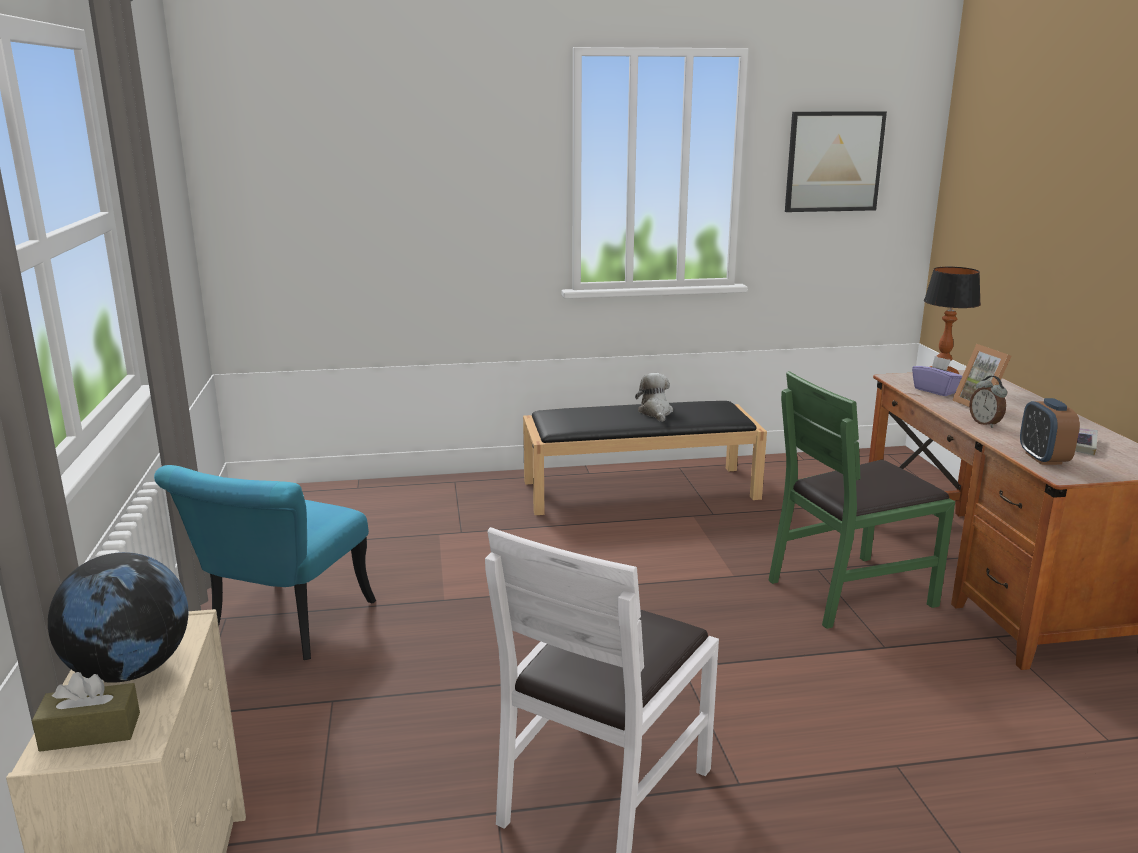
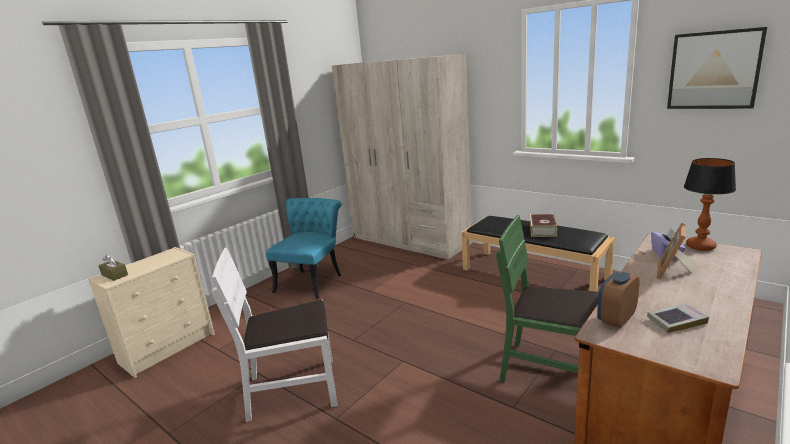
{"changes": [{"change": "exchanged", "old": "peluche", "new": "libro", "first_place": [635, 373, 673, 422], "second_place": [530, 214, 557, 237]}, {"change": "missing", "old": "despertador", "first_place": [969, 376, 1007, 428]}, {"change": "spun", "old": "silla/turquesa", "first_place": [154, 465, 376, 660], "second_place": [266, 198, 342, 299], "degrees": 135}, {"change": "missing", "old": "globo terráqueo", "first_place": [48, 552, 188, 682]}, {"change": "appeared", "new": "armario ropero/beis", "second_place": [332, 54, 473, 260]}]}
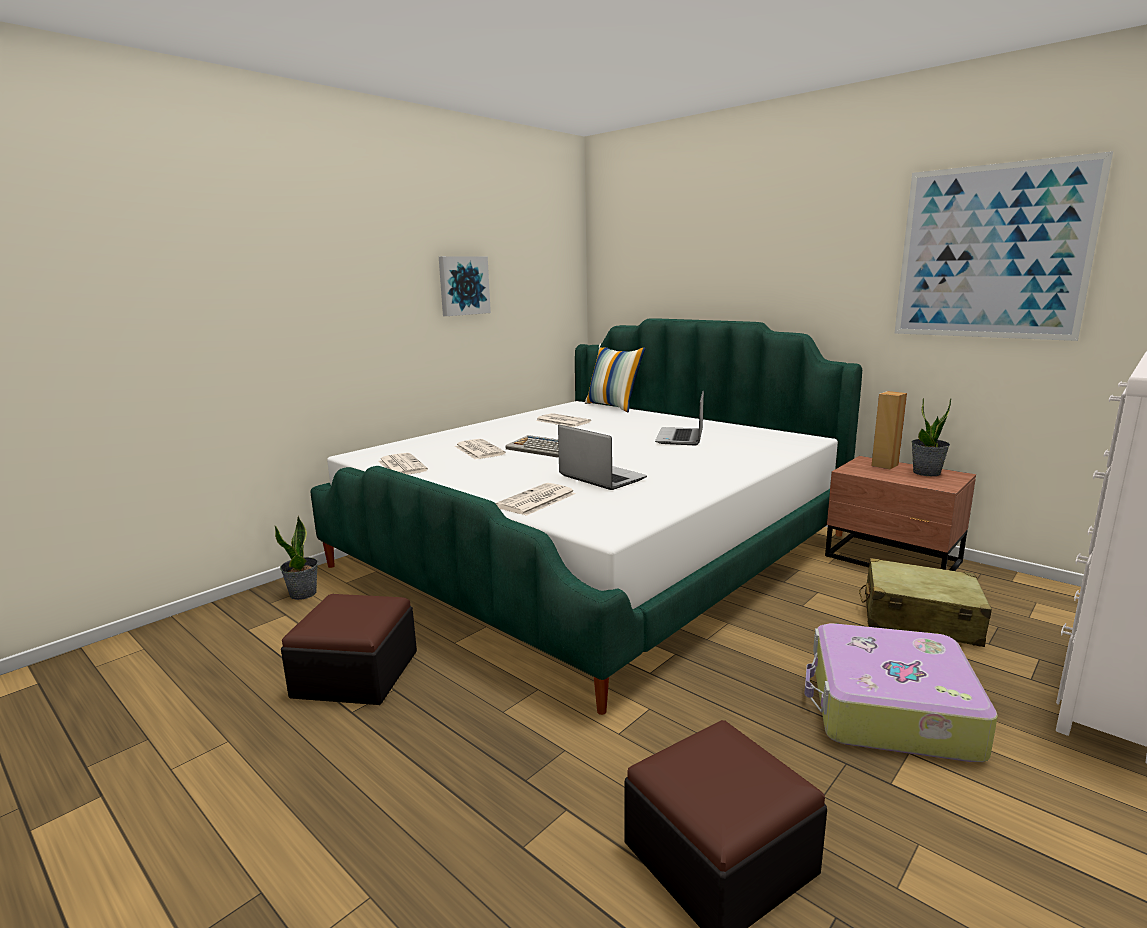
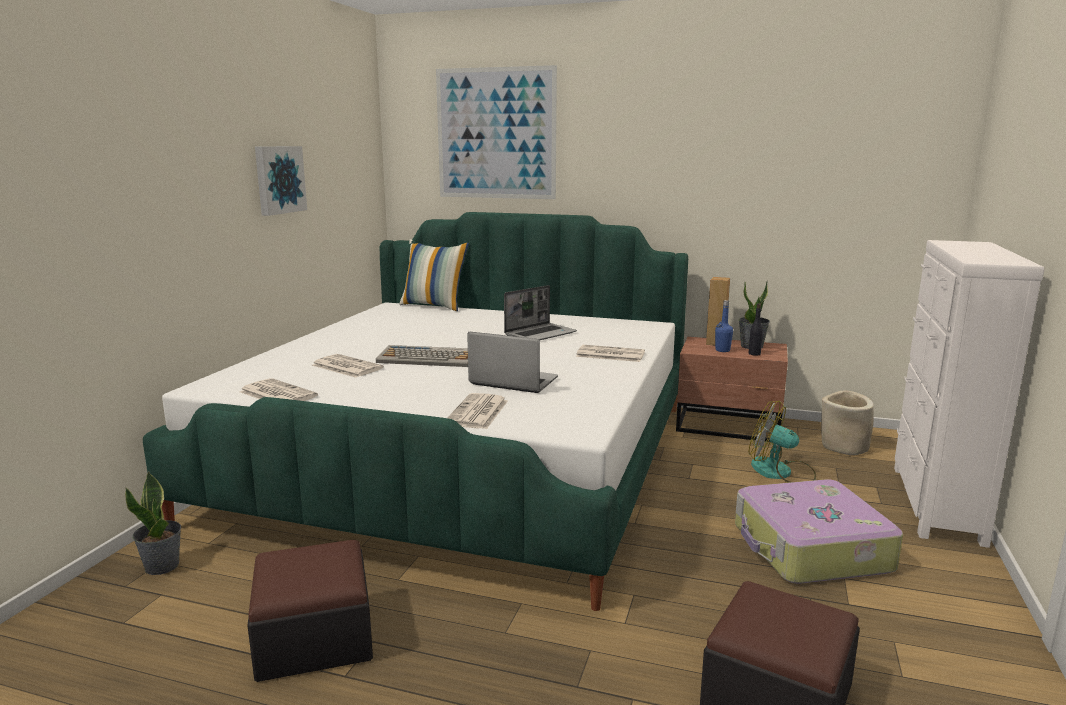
{"changes": [{"change": "relocated", "old": "cuadro", "first_place": [895, 151, 1113, 341], "second_place": [436, 65, 557, 199]}, {"change": "spun", "old": "portátil", "first_place": [655, 391, 704, 446], "second_place": [504, 285, 577, 341], "degrees": -120}, {"change": "relocated", "old": "periódico", "first_place": [536, 413, 591, 427], "second_place": [576, 345, 645, 362]}, {"change": "exchanged", "old": "maleta/beis", "new": "ventilador", "first_place": [859, 558, 992, 647], "second_place": [749, 401, 816, 483]}, {"change": "appeared", "new": "botella/azul", "second_place": [715, 300, 733, 352]}, {"change": "appeared", "new": "botella/negro", "second_place": [749, 303, 763, 356]}, {"change": "appeared", "new": "maceta/beis", "second_place": [821, 390, 874, 455]}]}
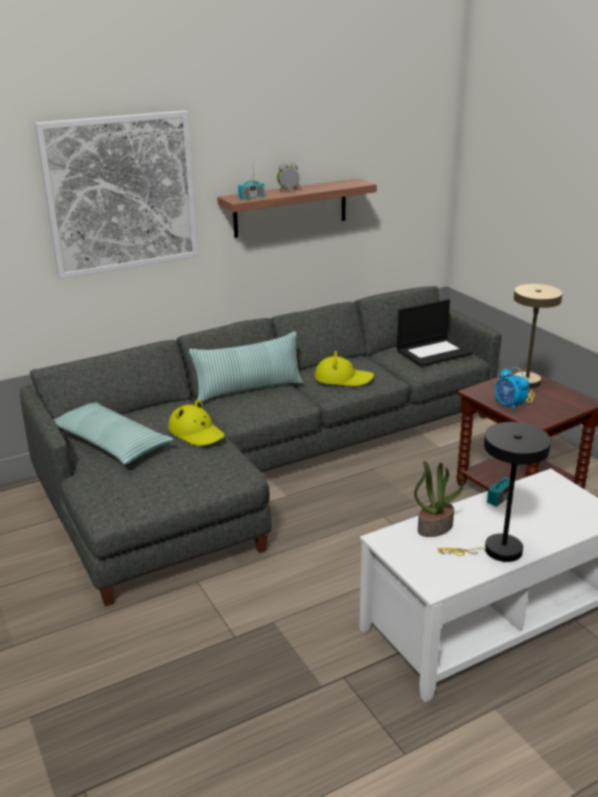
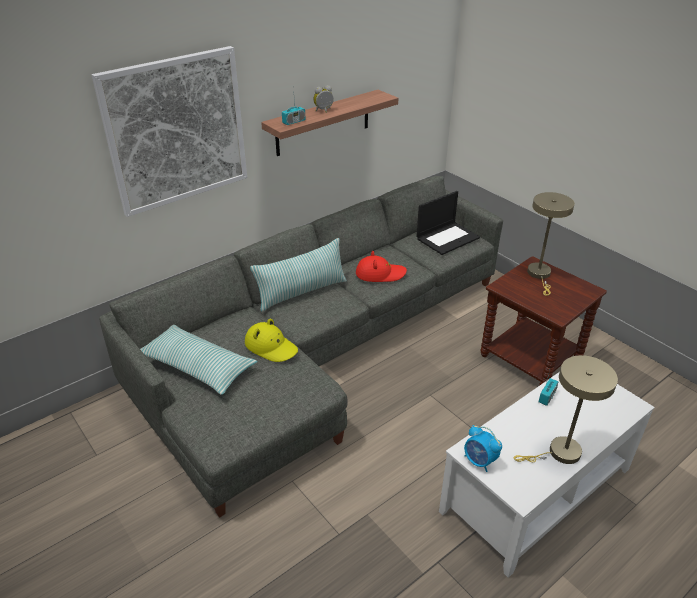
{"changes": [{"change": "colour", "old": "sombrero/amarillo", "new": "sombrero/rojo", "first_place": [314, 351, 374, 386], "second_place": [356, 251, 407, 282]}, {"change": "relocated", "old": "despertador", "first_place": [495, 367, 529, 412], "second_place": [464, 425, 502, 472]}, {"change": "colour", "old": "lámpara de mesa/negro", "new": "lámpara de mesa/beis", "first_place": [437, 422, 551, 562], "second_place": [513, 355, 618, 464]}, {"change": "missing", "old": "planta en maceta", "first_place": [414, 461, 464, 537]}]}
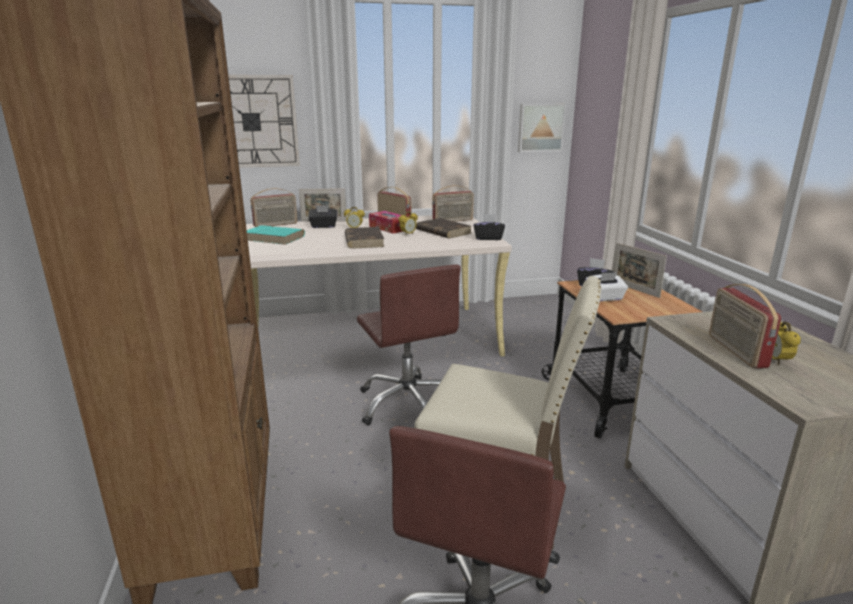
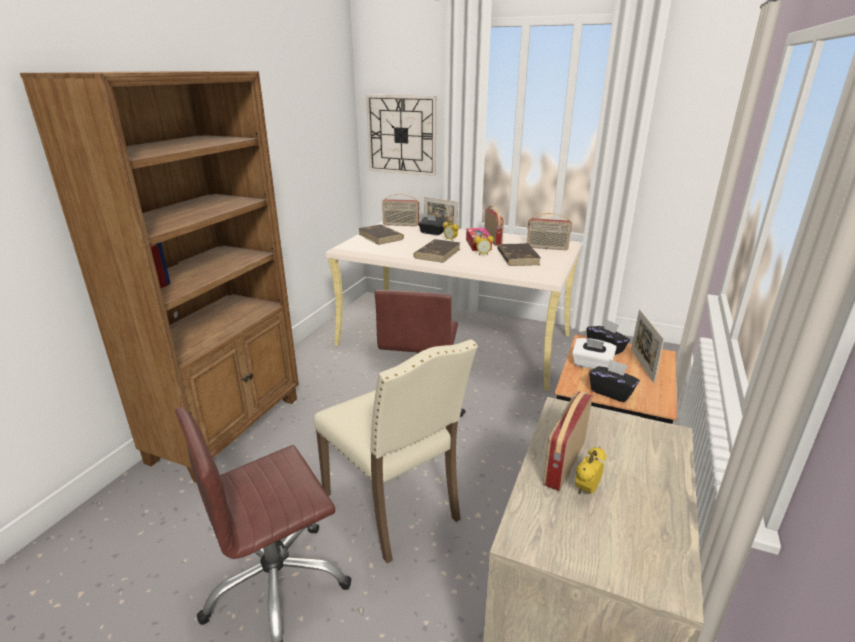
{"changes": [{"change": "missing", "old": "cuadro", "first_place": [518, 104, 566, 152]}, {"change": "relocated", "old": "caja de pañuelos/negro", "first_place": [474, 214, 505, 240], "second_place": [589, 359, 640, 402]}, {"change": "colour", "old": "libro/turquesa", "new": "libro/marrón", "first_place": [247, 225, 305, 245], "second_place": [358, 224, 404, 245]}]}
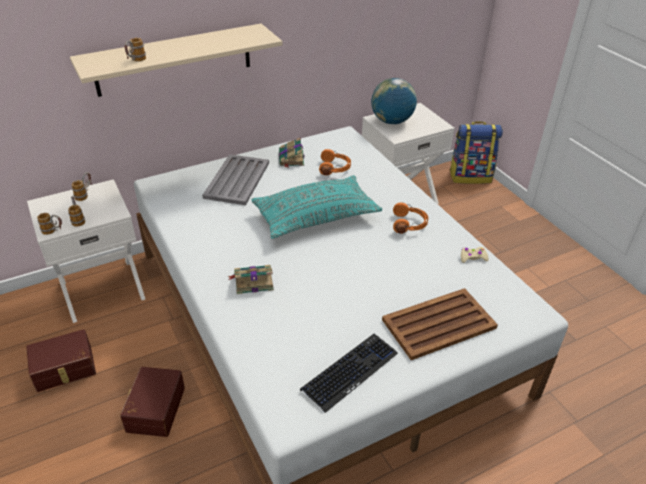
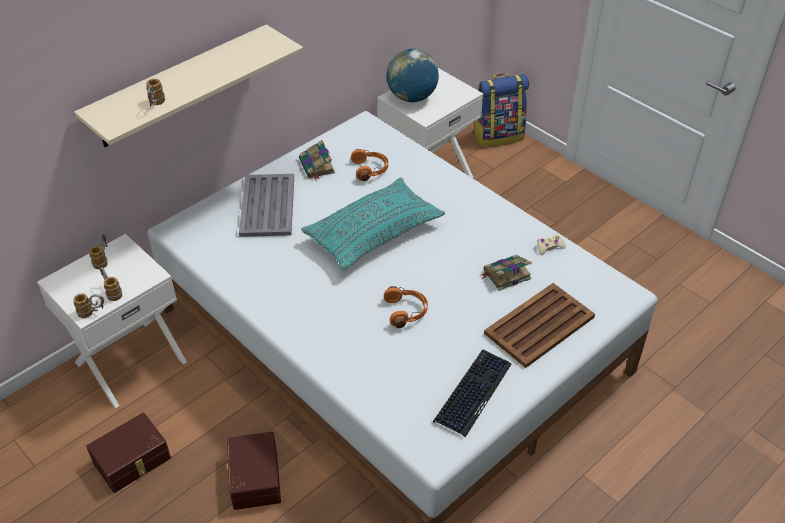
{"changes": [{"change": "relocated", "old": "auriculares/naranja", "first_place": [393, 203, 428, 234], "second_place": [384, 286, 428, 328]}, {"change": "relocated", "old": "libro", "first_place": [228, 265, 274, 294], "second_place": [481, 254, 532, 291]}]}
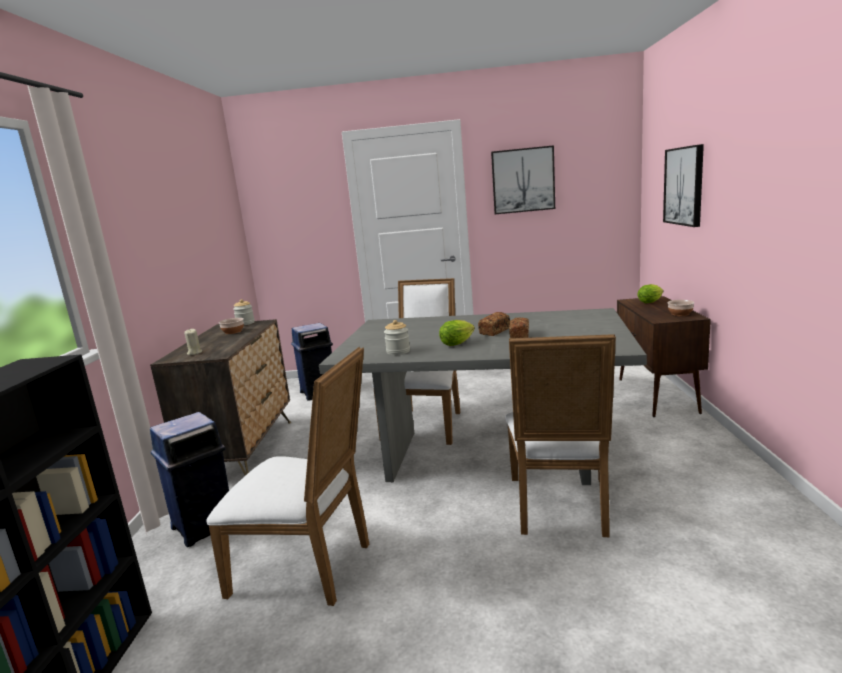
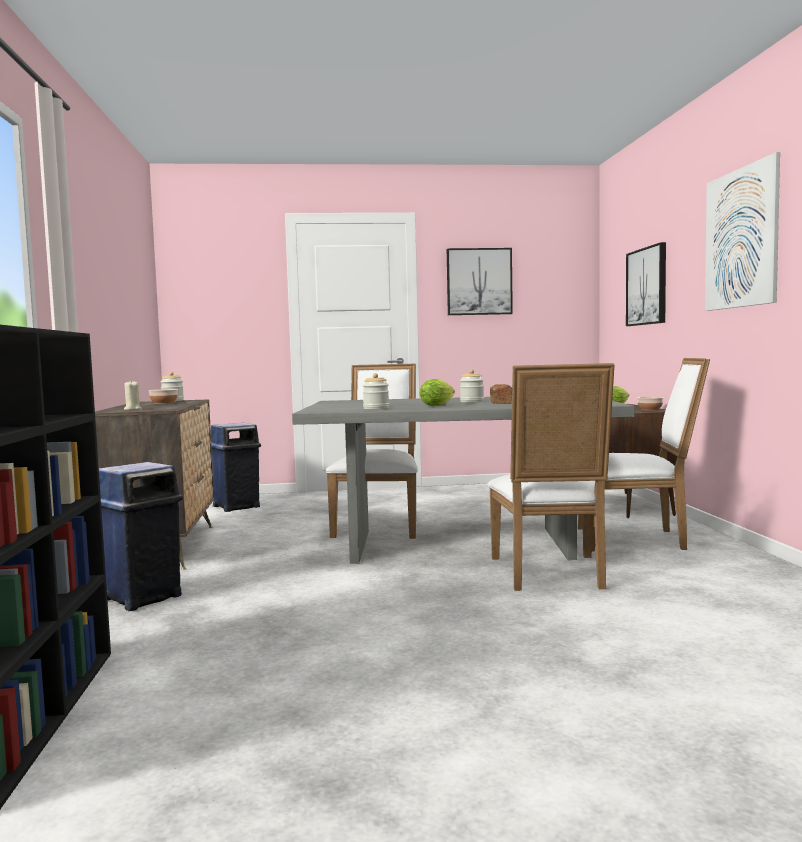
{"changes": [{"change": "exchanged", "old": "pan", "new": "tarro", "first_place": [478, 312, 510, 336], "second_place": [460, 369, 484, 403]}, {"change": "relocated", "old": "silla/blanco", "first_place": [207, 347, 369, 606], "second_place": [578, 358, 710, 552]}, {"change": "appeared", "new": "cuadro", "second_place": [705, 152, 780, 311]}]}
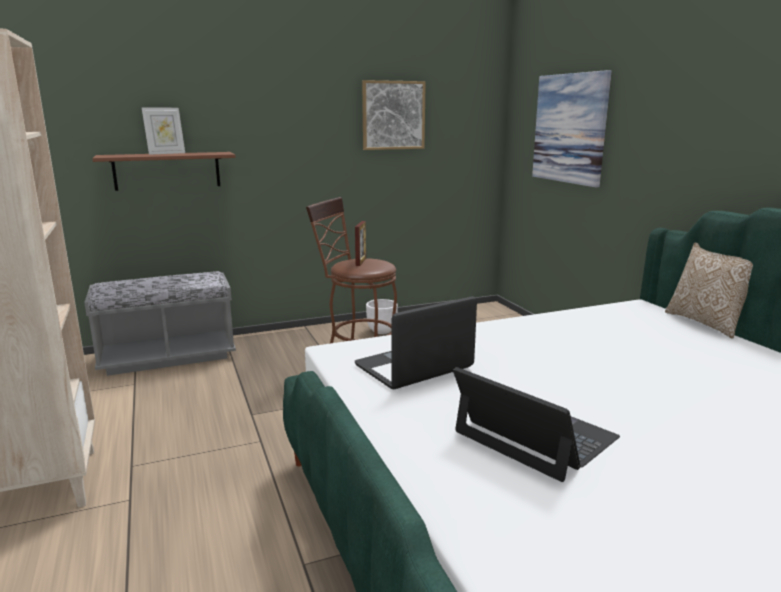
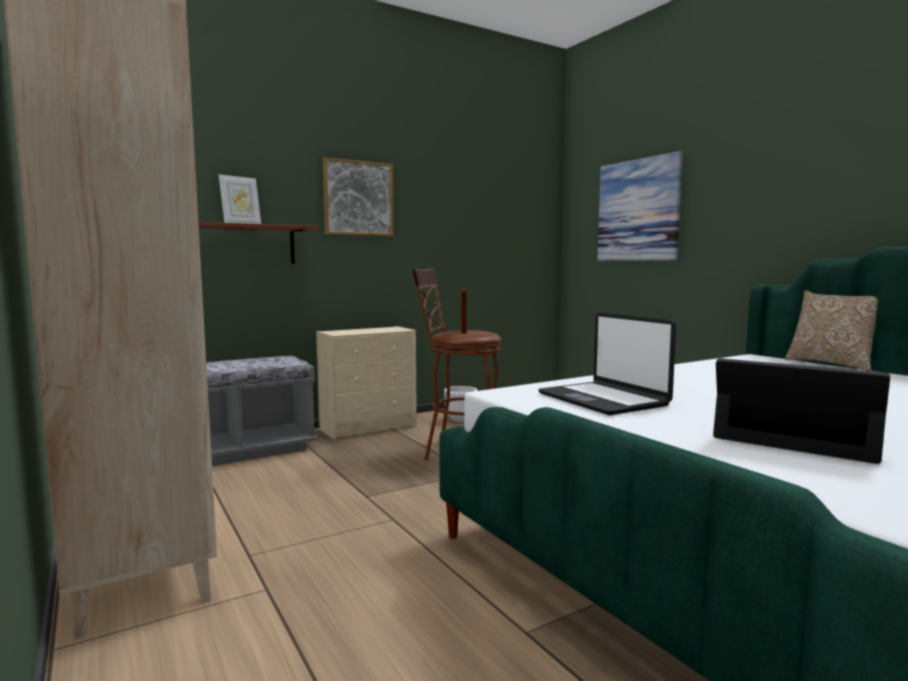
{"changes": [{"change": "relocated", "old": "cuadro", "first_place": [362, 80, 426, 150], "second_place": [323, 157, 394, 236]}, {"change": "spun", "old": "portátil", "first_place": [355, 296, 477, 389], "second_place": [538, 312, 676, 415], "degrees": -75}, {"change": "appeared", "new": "cómoda/beis", "second_place": [316, 326, 417, 440]}]}
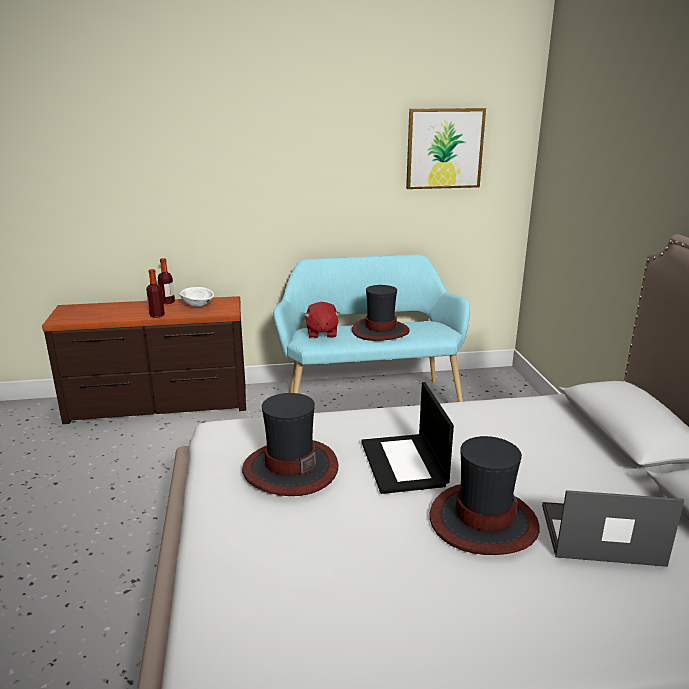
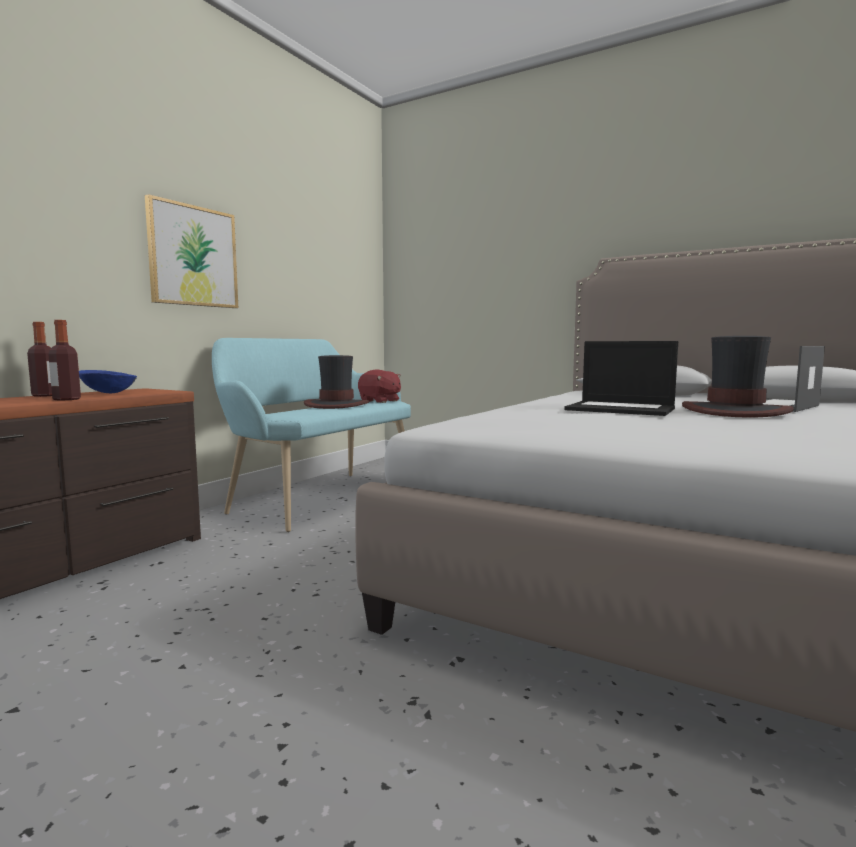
{"changes": [{"change": "relocated", "old": "cuadro", "first_place": [406, 108, 486, 189], "second_place": [145, 194, 238, 308]}, {"change": "colour", "old": "cuenco/blanco", "new": "cuenco/azul", "first_place": [179, 287, 214, 307], "second_place": [79, 370, 137, 393]}, {"change": "relocated", "old": "peluche/rojo", "first_place": [304, 302, 340, 338], "second_place": [358, 370, 401, 403]}, {"change": "missing", "old": "sombrero", "first_place": [242, 393, 339, 496]}]}
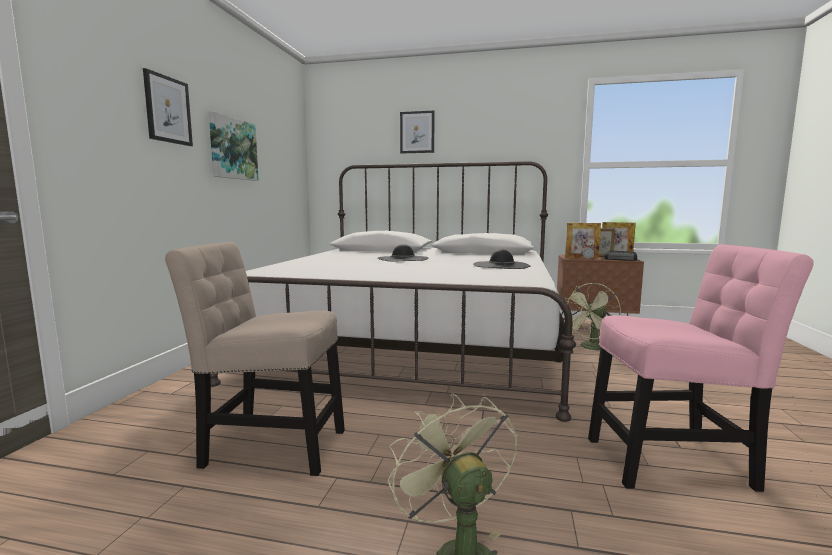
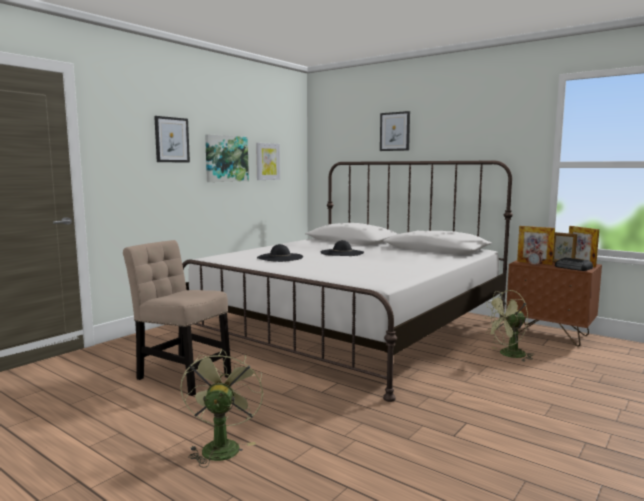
{"changes": [{"change": "missing", "old": "silla/rosa", "first_place": [588, 244, 814, 492]}, {"change": "relocated", "old": "sombrero/negro", "first_place": [473, 249, 530, 269], "second_place": [257, 244, 303, 262]}, {"change": "appeared", "new": "cuadro", "second_place": [256, 143, 280, 180]}]}
